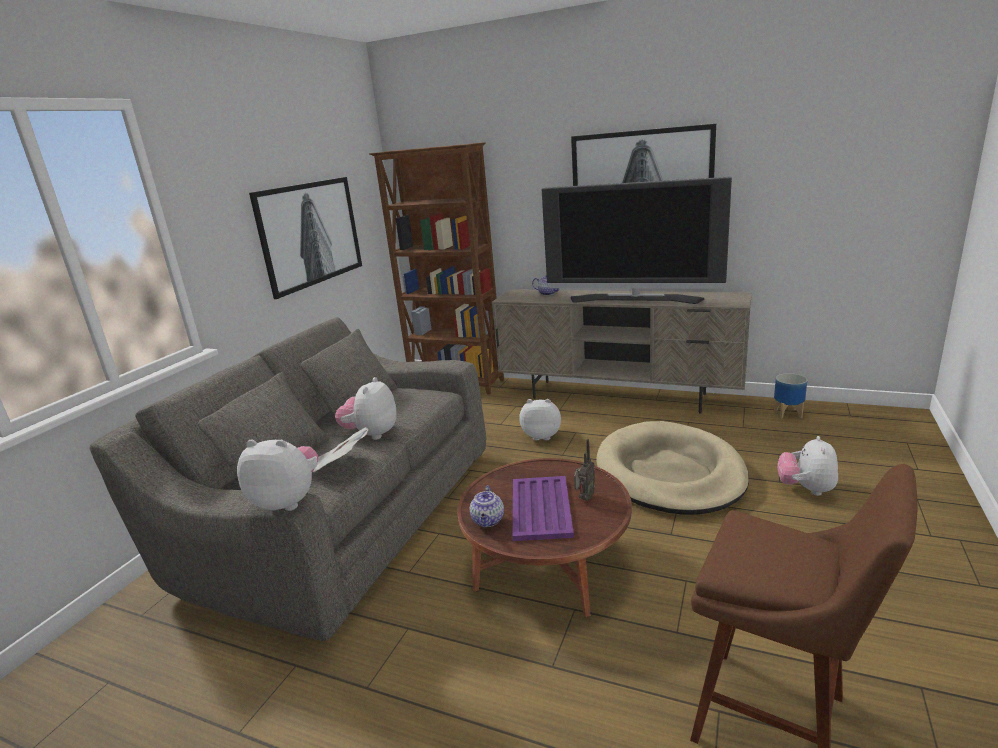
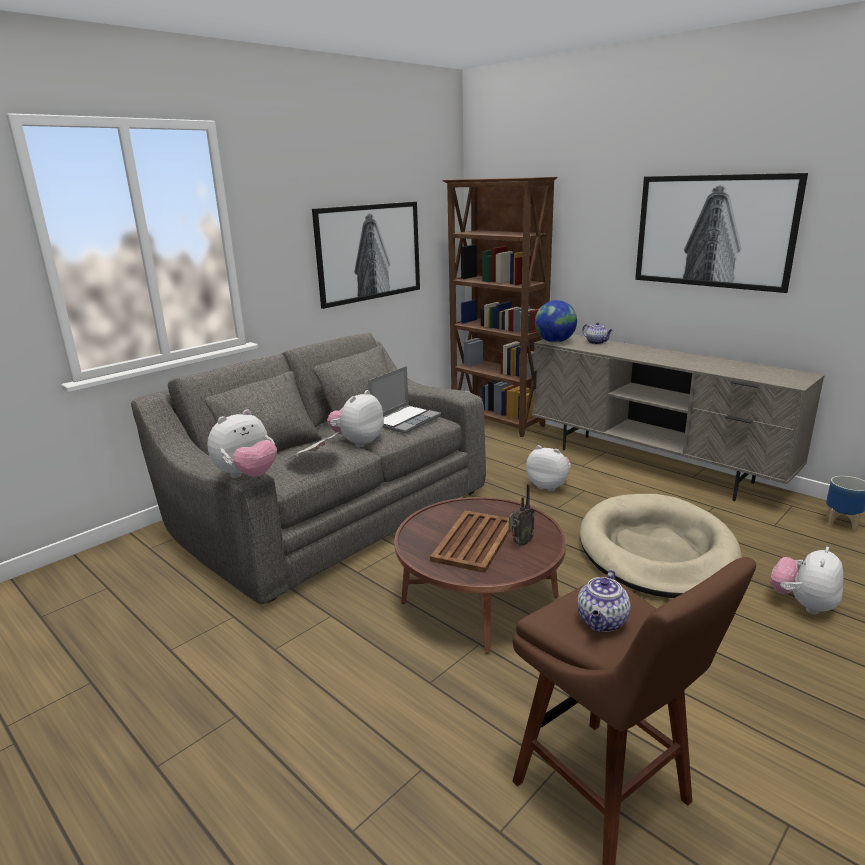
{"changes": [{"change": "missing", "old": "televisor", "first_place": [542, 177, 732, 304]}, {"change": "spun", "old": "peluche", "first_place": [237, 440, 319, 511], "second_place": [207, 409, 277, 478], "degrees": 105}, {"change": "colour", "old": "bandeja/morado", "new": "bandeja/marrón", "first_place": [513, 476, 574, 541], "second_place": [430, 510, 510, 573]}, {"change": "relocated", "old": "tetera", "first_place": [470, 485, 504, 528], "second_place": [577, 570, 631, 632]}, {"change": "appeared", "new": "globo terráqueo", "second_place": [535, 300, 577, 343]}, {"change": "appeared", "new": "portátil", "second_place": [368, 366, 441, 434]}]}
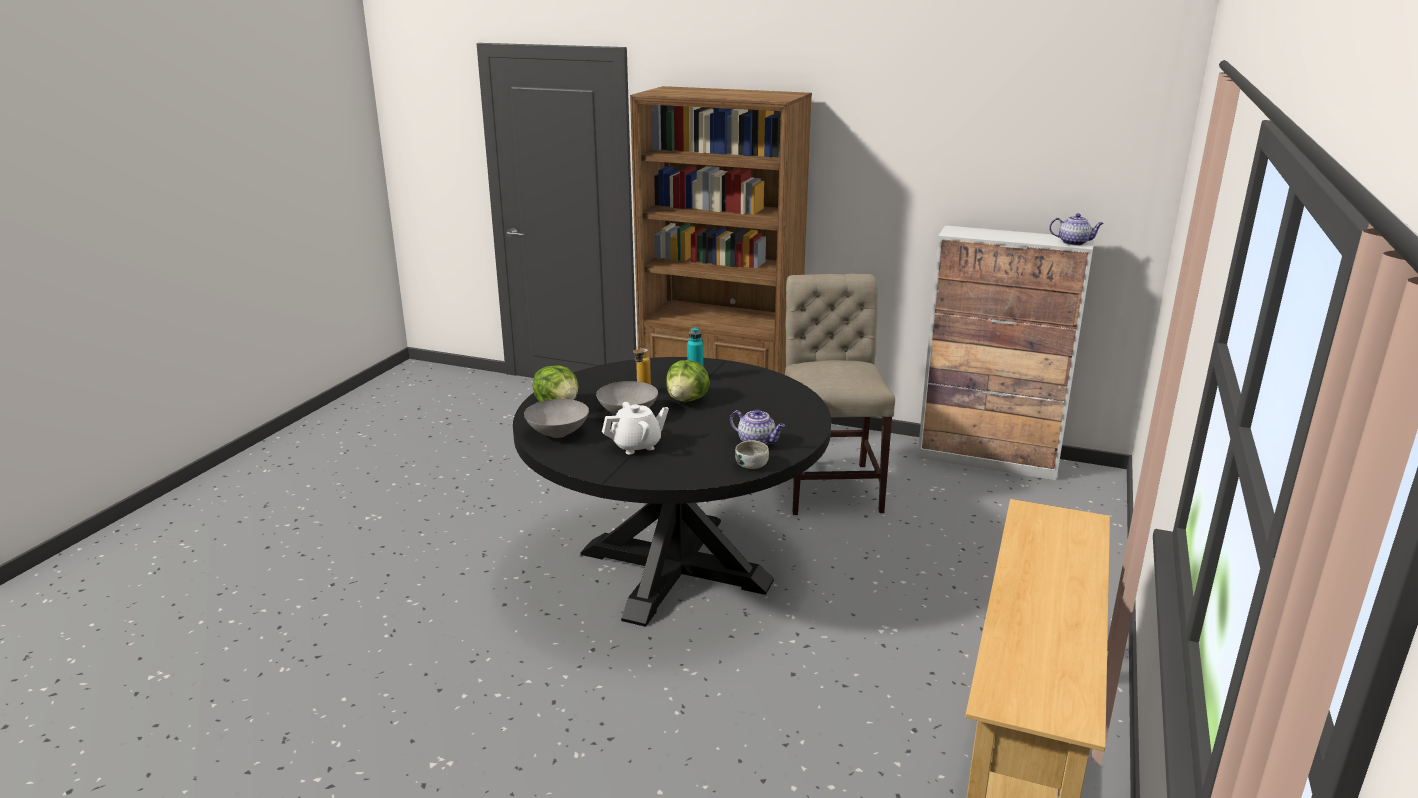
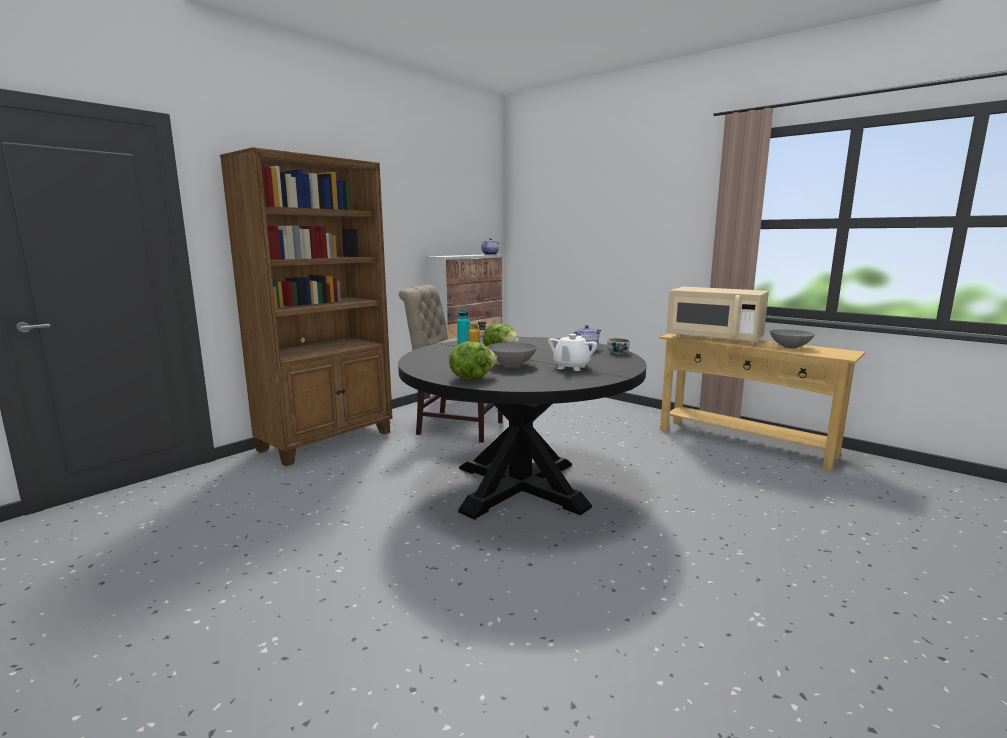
{"changes": [{"change": "relocated", "old": "cuenco/gris", "first_place": [524, 399, 589, 438], "second_place": [770, 329, 815, 349]}, {"change": "spun", "old": "tetera/blanco", "first_place": [602, 402, 669, 454], "second_place": [548, 334, 597, 371], "degrees": -150}, {"change": "appeared", "new": "microondas/beis", "second_place": [666, 287, 769, 345]}]}
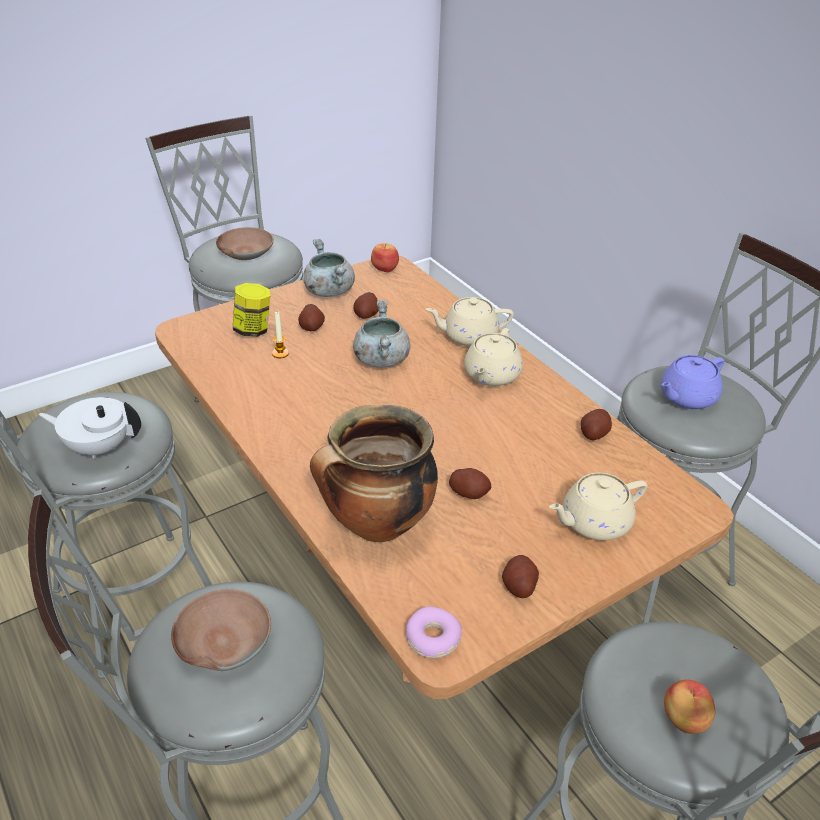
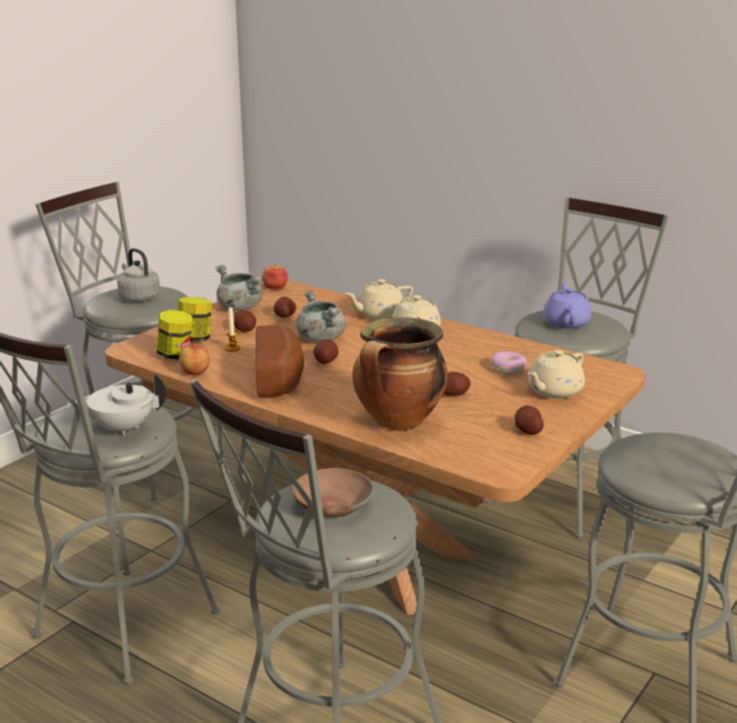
{"changes": [{"change": "exchanged", "old": "cuenco/marrón", "new": "hervidor/gris", "first_place": [216, 227, 274, 260], "second_place": [117, 248, 160, 302]}, {"change": "spun", "old": "tetera/morado", "first_place": [661, 355, 724, 410], "second_place": [544, 282, 592, 329], "degrees": 150}, {"change": "relocated", "old": "patata", "first_place": [581, 409, 612, 440], "second_place": [313, 339, 338, 364]}, {"change": "relocated", "old": "rosquilla", "first_place": [406, 606, 462, 658], "second_place": [491, 351, 527, 374]}, {"change": "relocated", "old": "manzana", "first_place": [664, 680, 715, 734], "second_place": [179, 344, 210, 375]}, {"change": "appeared", "new": "tarro", "second_place": [157, 310, 192, 359]}, {"change": "appeared", "new": "pan", "second_place": [256, 325, 304, 398]}]}
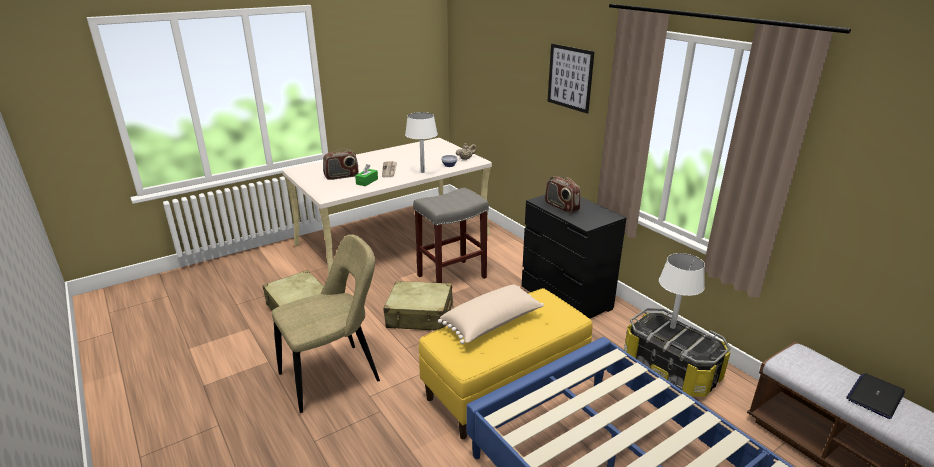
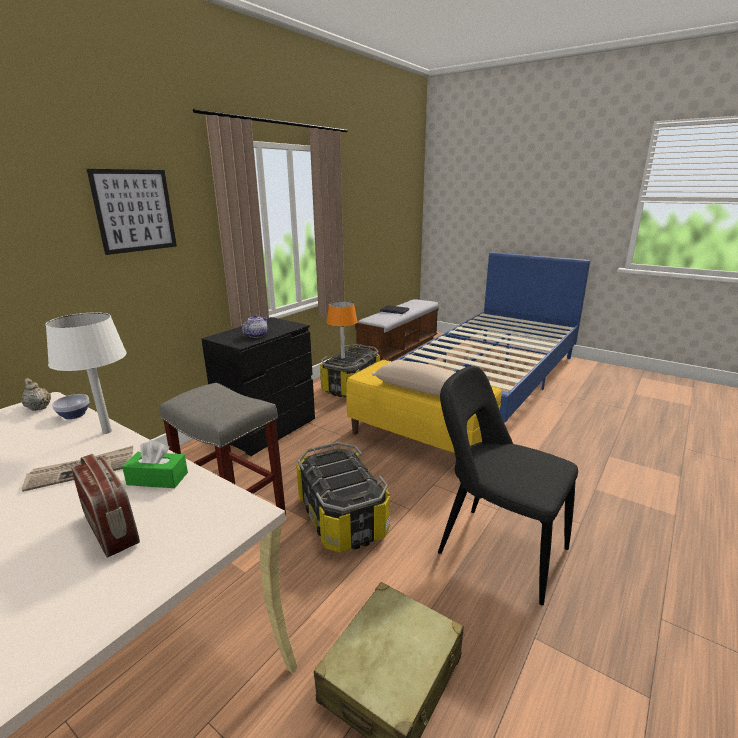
{"changes": [{"change": "exchanged", "old": "radio", "new": "tetera", "first_place": [545, 176, 581, 214], "second_place": [242, 314, 268, 338]}, {"change": "colour", "old": "silla/beis", "new": "silla/negro", "first_place": [272, 234, 380, 413], "second_place": [438, 366, 578, 605]}, {"change": "colour", "old": "lámpara de mesa/blanco", "new": "lámpara de mesa/naranja", "first_place": [659, 253, 705, 329], "second_place": [326, 301, 358, 358]}, {"change": "exchanged", "old": "maleta/beis", "new": "caja de almacenaje", "first_place": [383, 281, 453, 330], "second_place": [296, 442, 390, 553]}]}
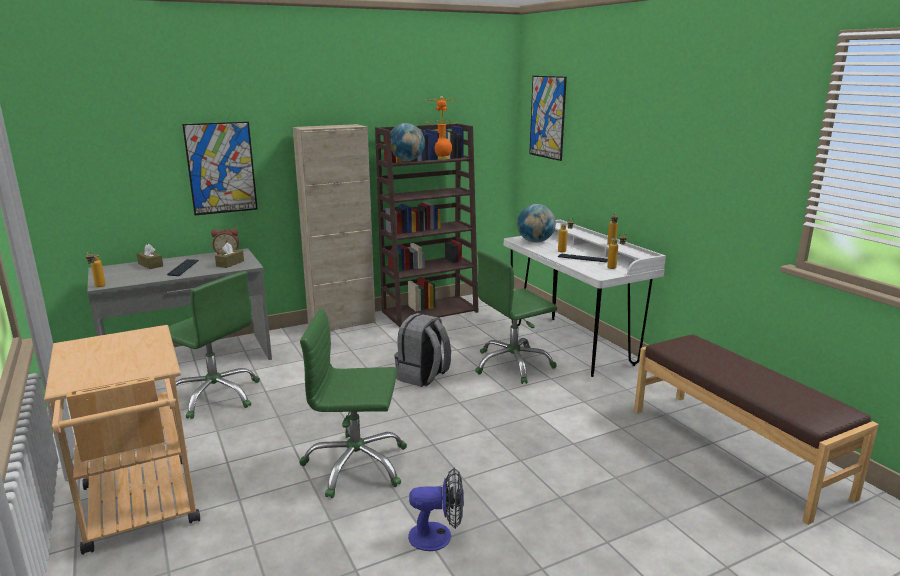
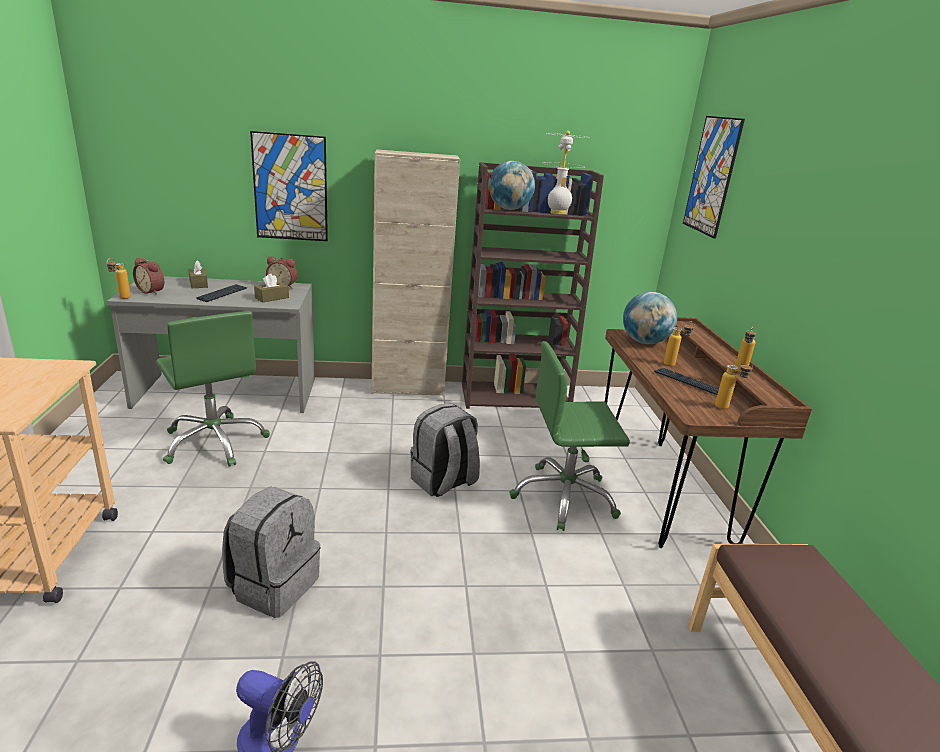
{"changes": [{"change": "colour", "old": "lámpara de mesa/naranja", "new": "lámpara de mesa/blanco", "first_place": [425, 96, 458, 160], "second_place": [542, 131, 586, 214]}, {"change": "colour", "old": "escritorio/blanco", "new": "escritorio/marrón", "first_place": [504, 220, 666, 377], "second_place": [605, 317, 812, 548]}, {"change": "exchanged", "old": "silla de oficina/verde", "new": "mochila/gris", "first_place": [299, 308, 407, 498], "second_place": [222, 487, 321, 618]}, {"change": "appeared", "new": "despertador", "second_place": [133, 258, 164, 295]}]}
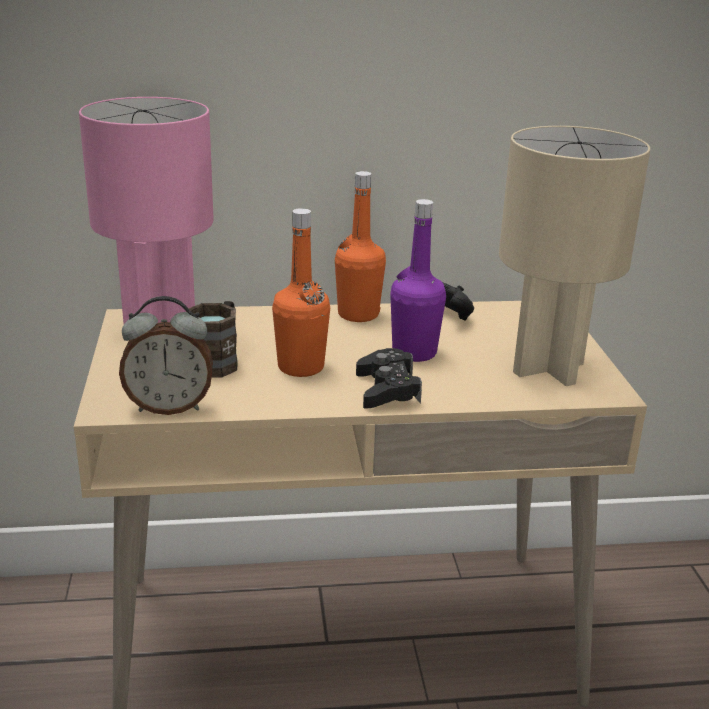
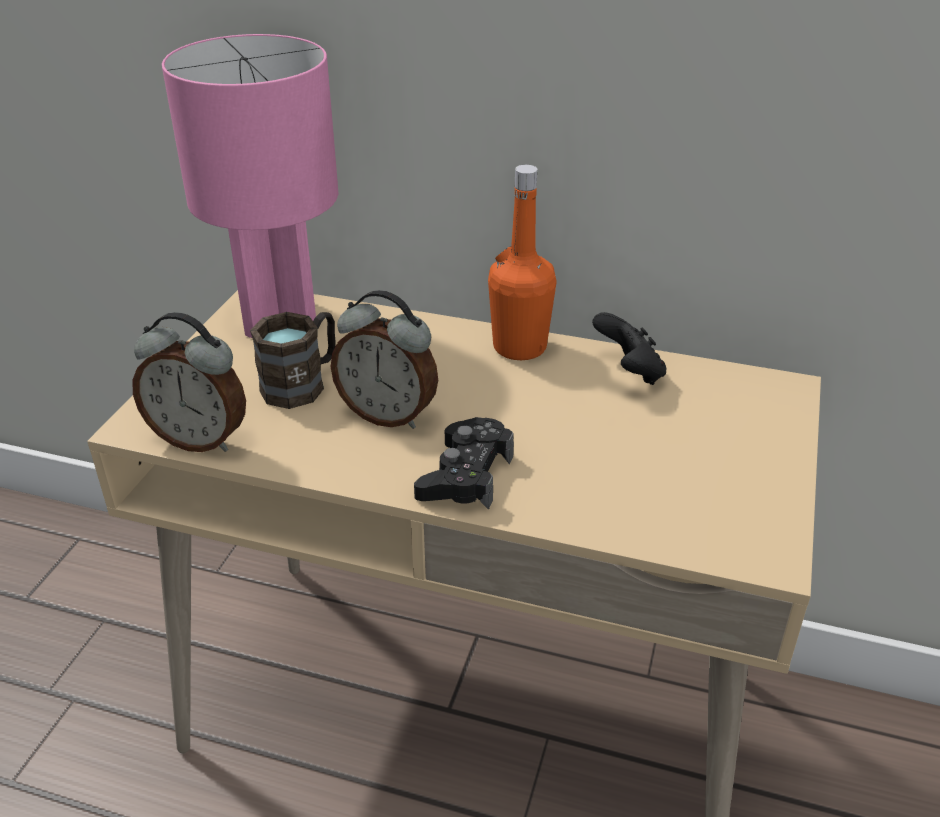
{"changes": [{"change": "missing", "old": "lámpara de mesa/beis", "first_place": [499, 126, 650, 386]}, {"change": "missing", "old": "botella/morado", "first_place": [390, 199, 446, 362]}, {"change": "exchanged", "old": "botella/naranja", "new": "despertador", "first_place": [272, 208, 330, 377], "second_place": [331, 290, 438, 429]}]}
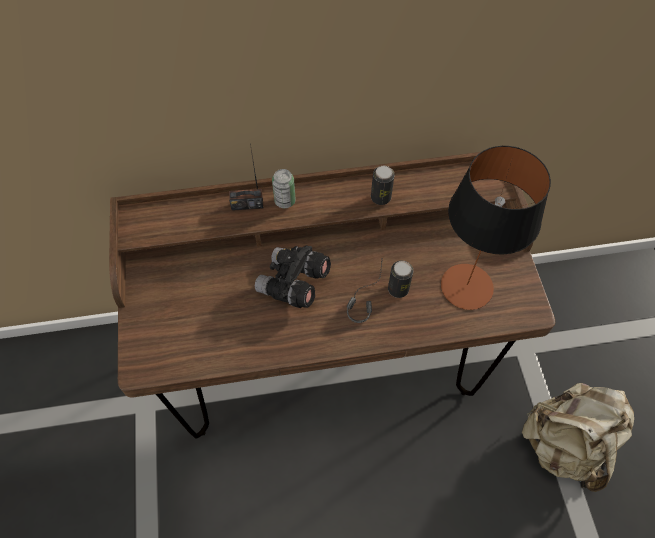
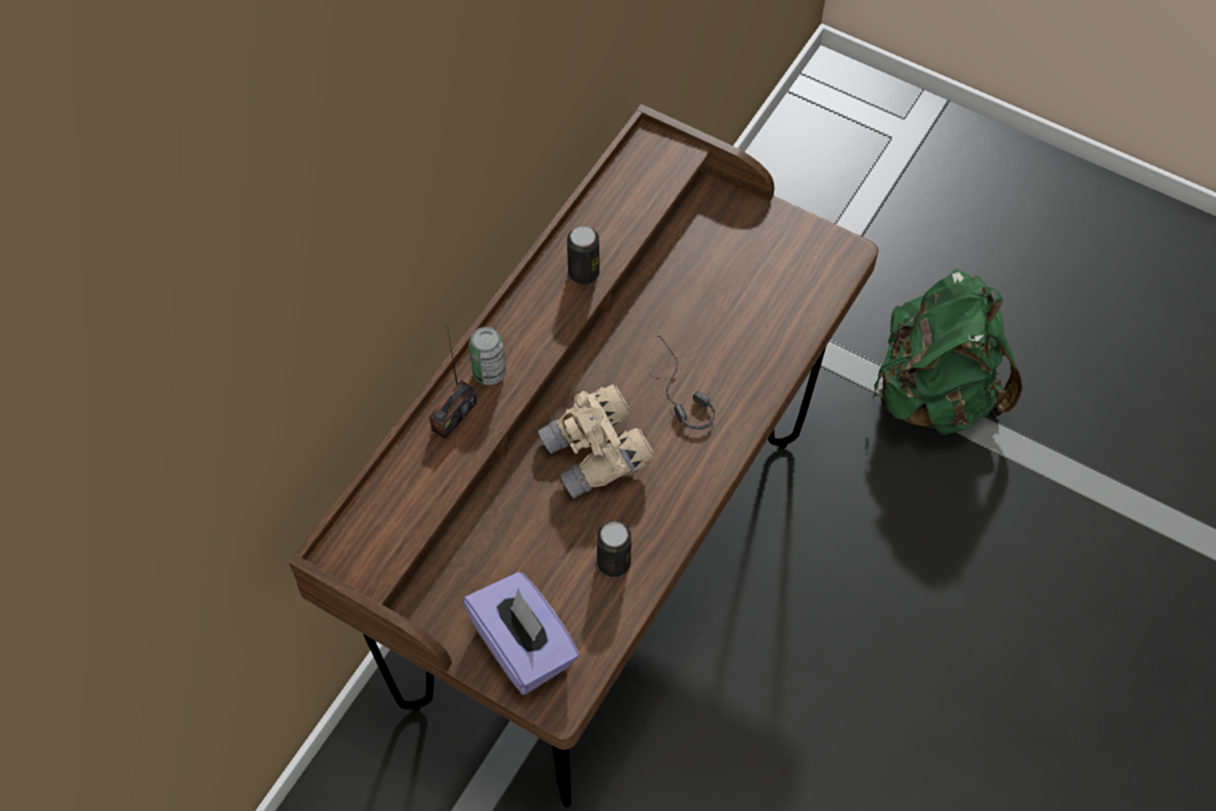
{"changes": [{"change": "missing", "old": "lámpara de mesa", "first_place": [441, 146, 551, 310]}, {"change": "colour", "old": "prismáticos/negro", "new": "prismáticos/beis", "first_place": [255, 245, 331, 308], "second_place": [538, 384, 654, 498]}, {"change": "relocated", "old": "lata", "first_place": [388, 261, 413, 298], "second_place": [597, 521, 632, 577]}, {"change": "colour", "old": "mochila/beis", "new": "mochila/verde", "first_place": [522, 383, 634, 492], "second_place": [872, 268, 1023, 436]}, {"change": "appeared", "new": "caja de pañuelos/morado", "second_place": [463, 572, 580, 695]}]}
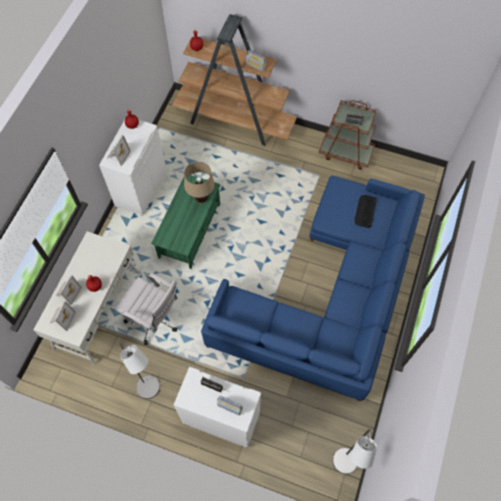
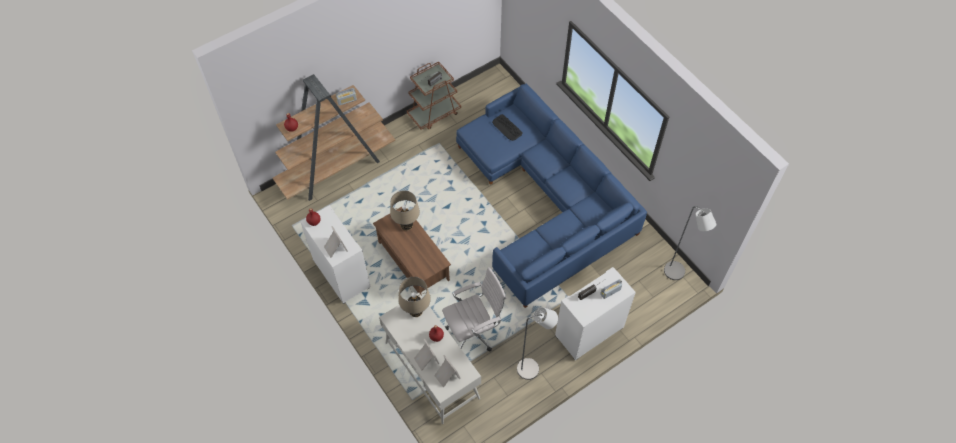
{"changes": [{"change": "colour", "old": "mesa de centro/verde", "new": "mesa de centro/marrón", "first_place": [151, 175, 221, 269], "second_place": [373, 207, 451, 296]}, {"change": "appeared", "new": "lámpara de mesa/beis", "second_place": [398, 277, 431, 317]}]}
